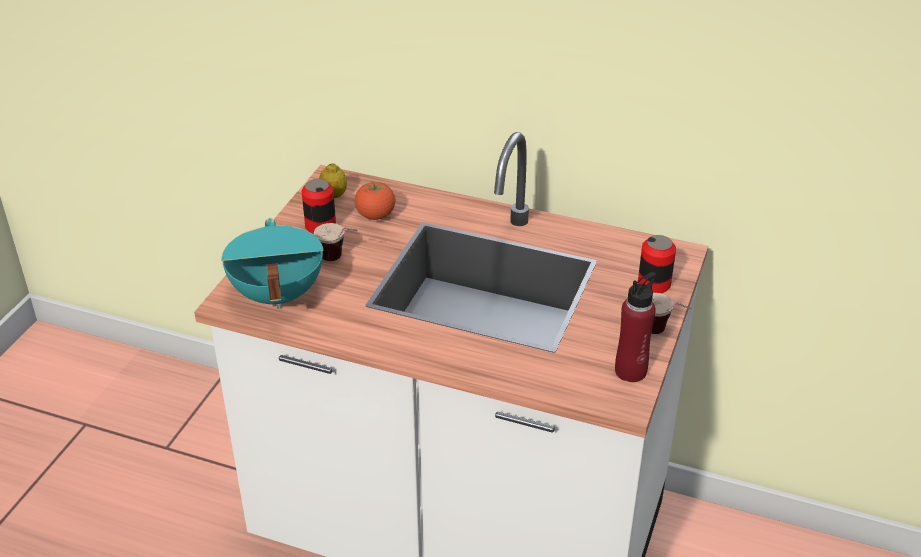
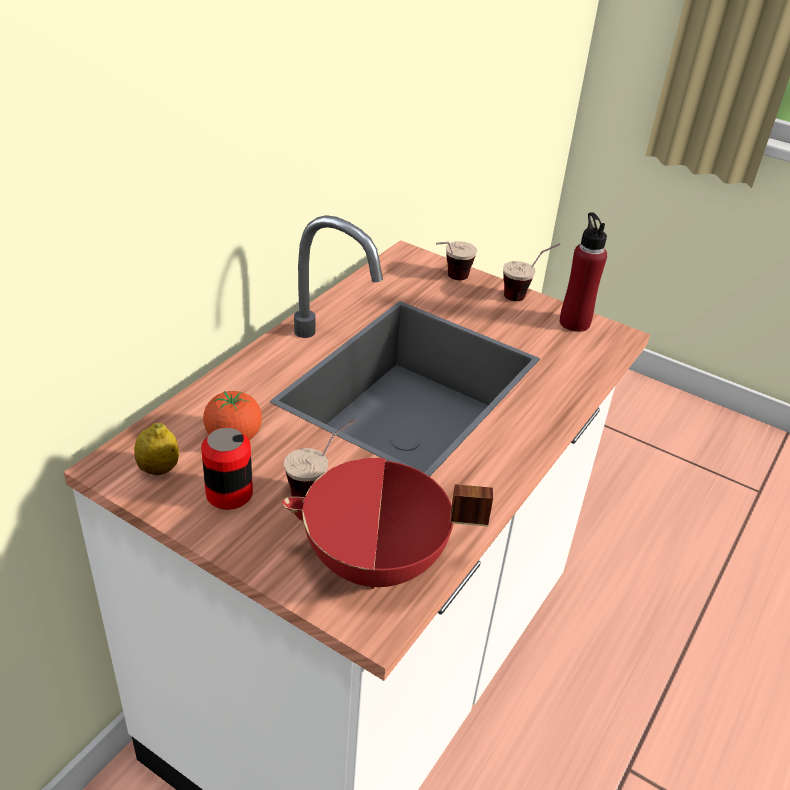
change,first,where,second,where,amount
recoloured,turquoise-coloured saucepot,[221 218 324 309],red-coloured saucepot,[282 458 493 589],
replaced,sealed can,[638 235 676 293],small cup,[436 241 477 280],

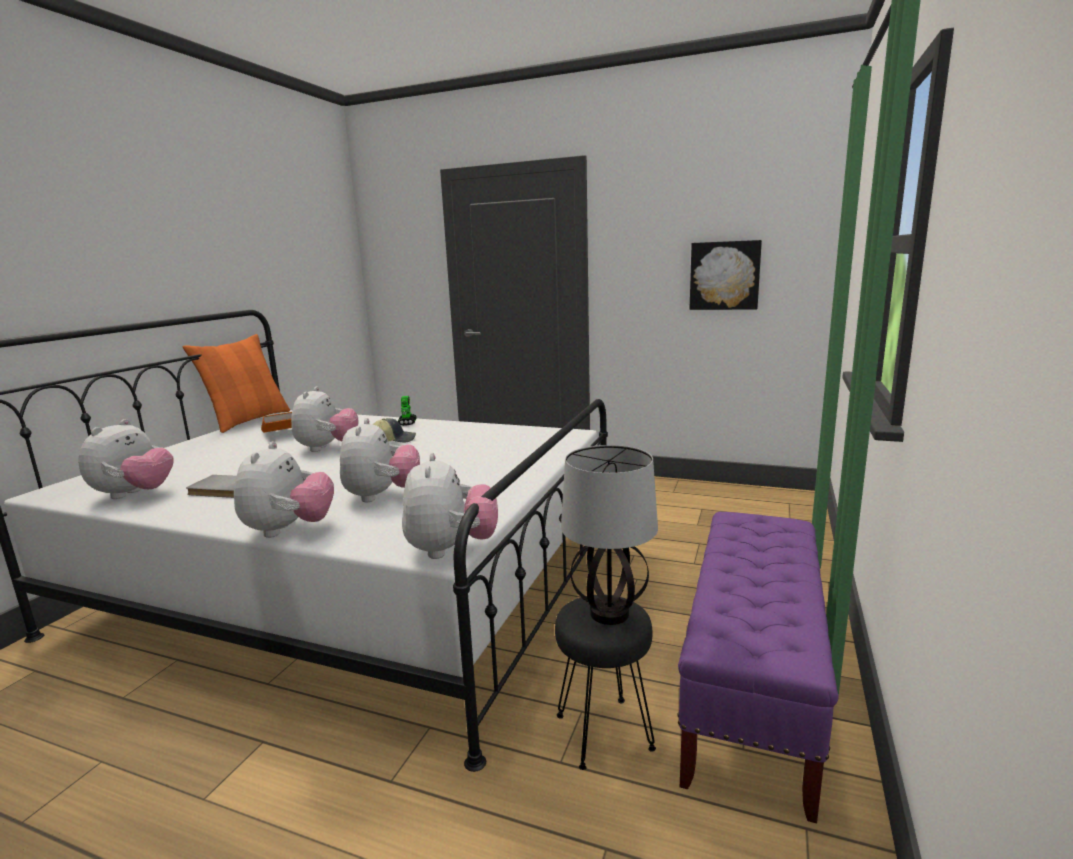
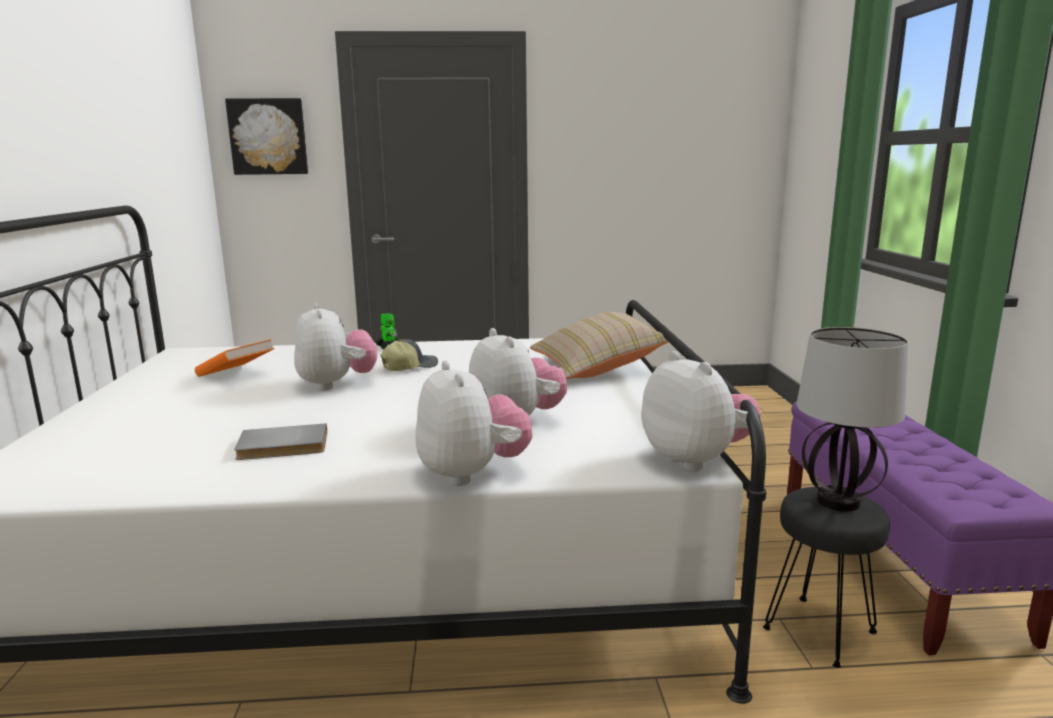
change,first,where,second,where,amount
moved,picture,[689 240 762 310],,[225 98 308 175],
removed,orangey cushion,[183 334 290 433],,,
removed,cuddly toy,[78 419 174 499],,,
added,,,beige-coloured cushion,[530 312 668 379],

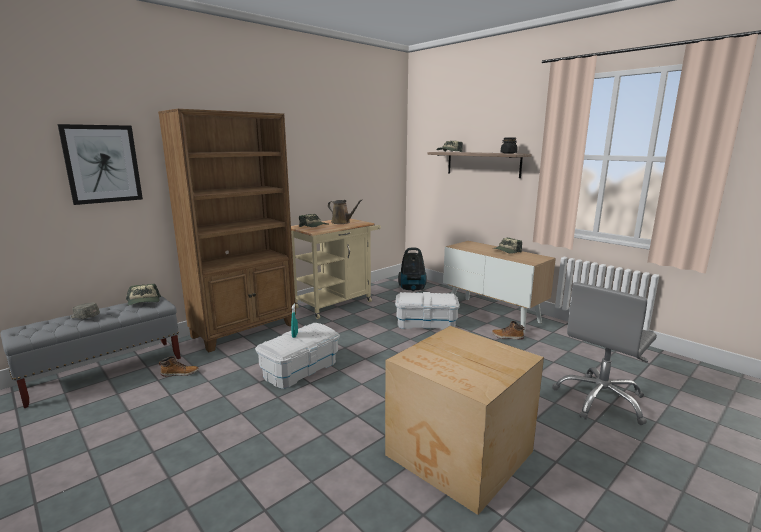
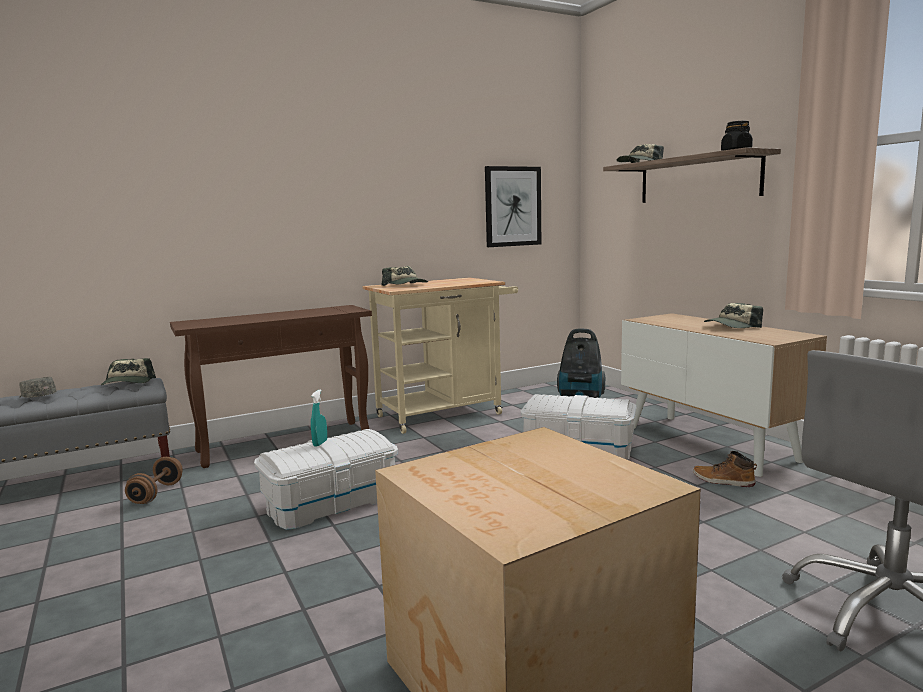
change,first,where,second,where,amount
replaced,brownish bookcase,[158 109 296 352],brownish console table,[170 305 372 468],
moved,picture,[58 124 143 205],,[485 166 541 247],
removed,brownish sprinkling can,[328 199 363 224],,,
replaced,high-top boot,[159 356 199 377],brownish free weight,[125 457 183 504],

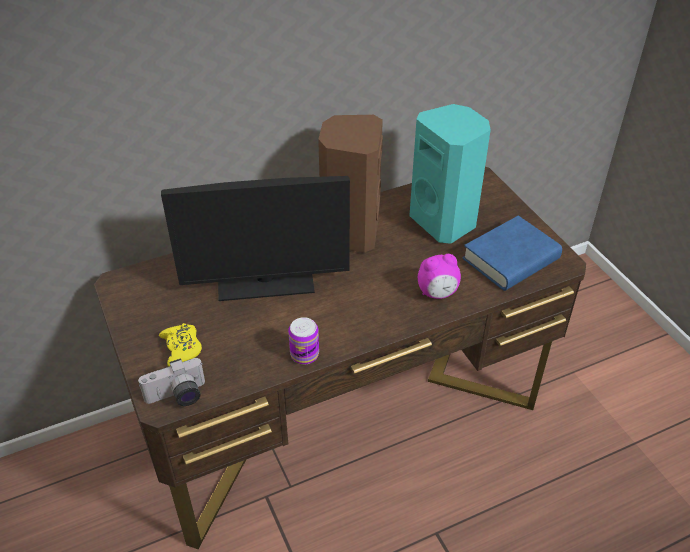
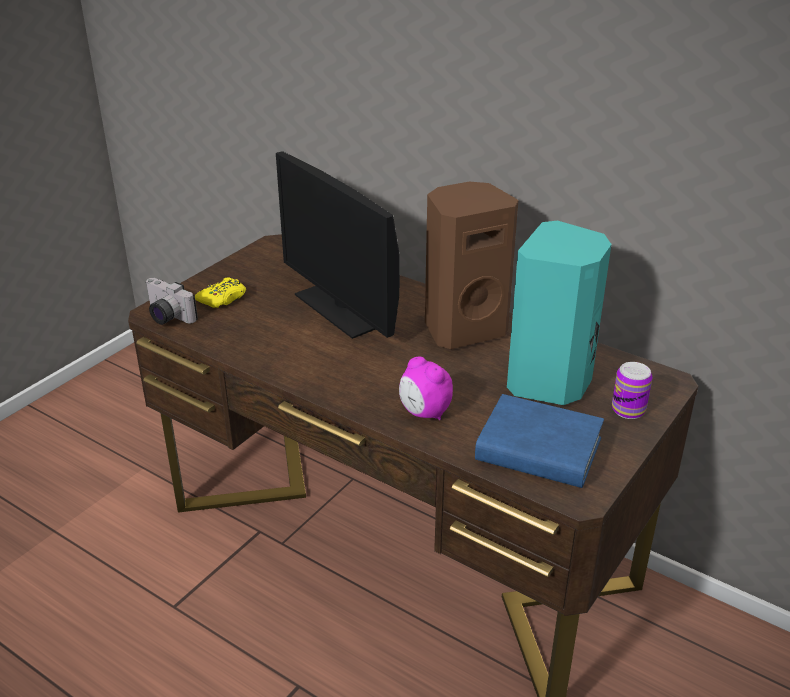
change,first,where,second,where,amount
moved,sealed can,[288 317 319 365],,[612 362 652 419],

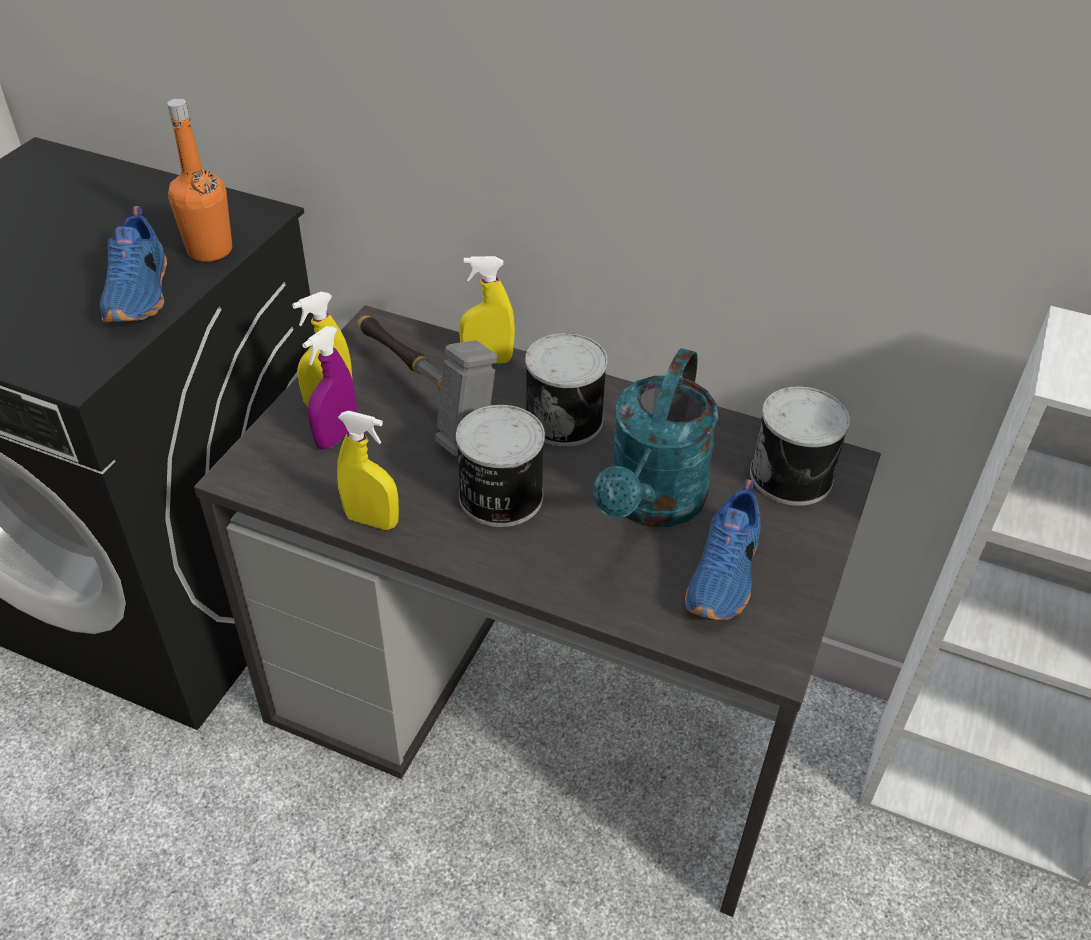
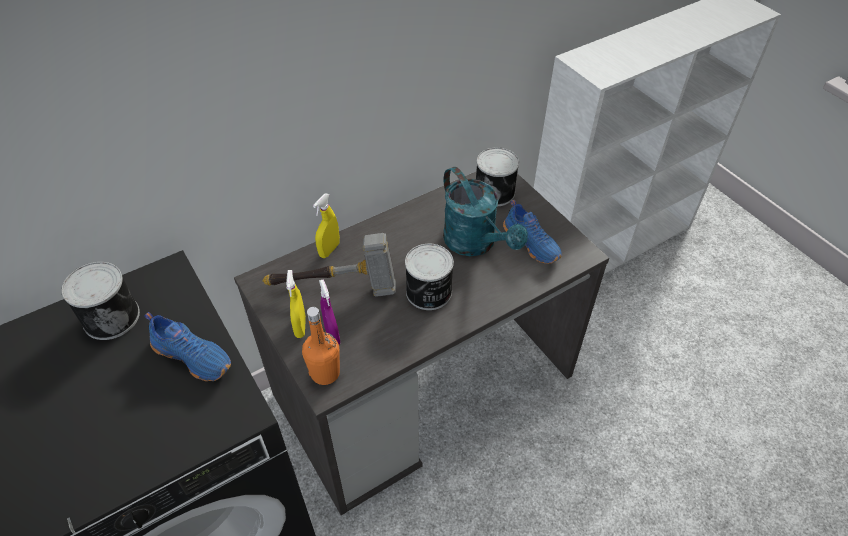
change,first,where,second,where,amount
moved,orangey drink bottle,[167 98 232 262],,[302 307 340 385],
moved,sealed can,[525 333 608 447],,[61 262 140 340],
removed,yellowish hand sprayer,[337 411 399 530],,,

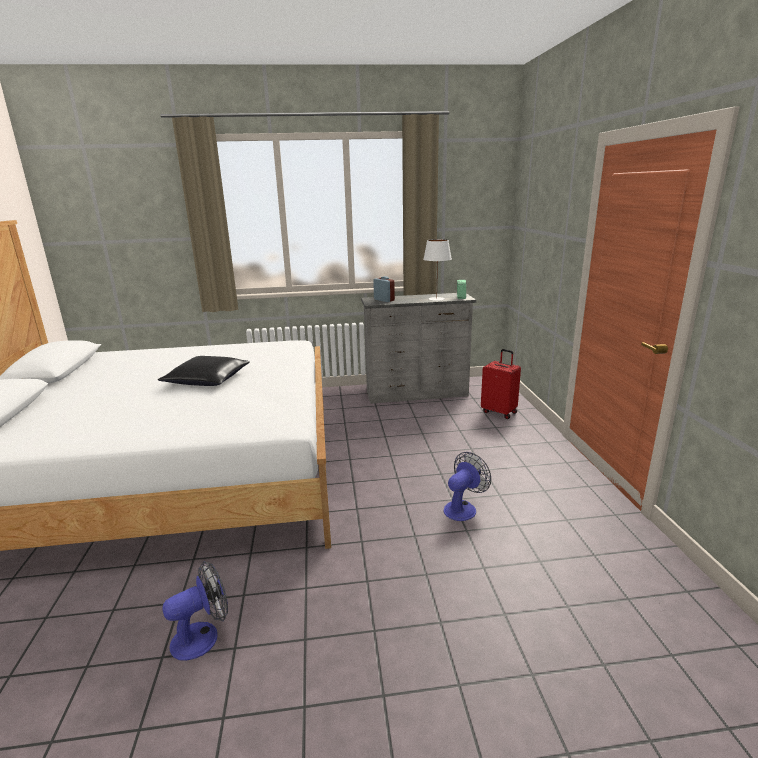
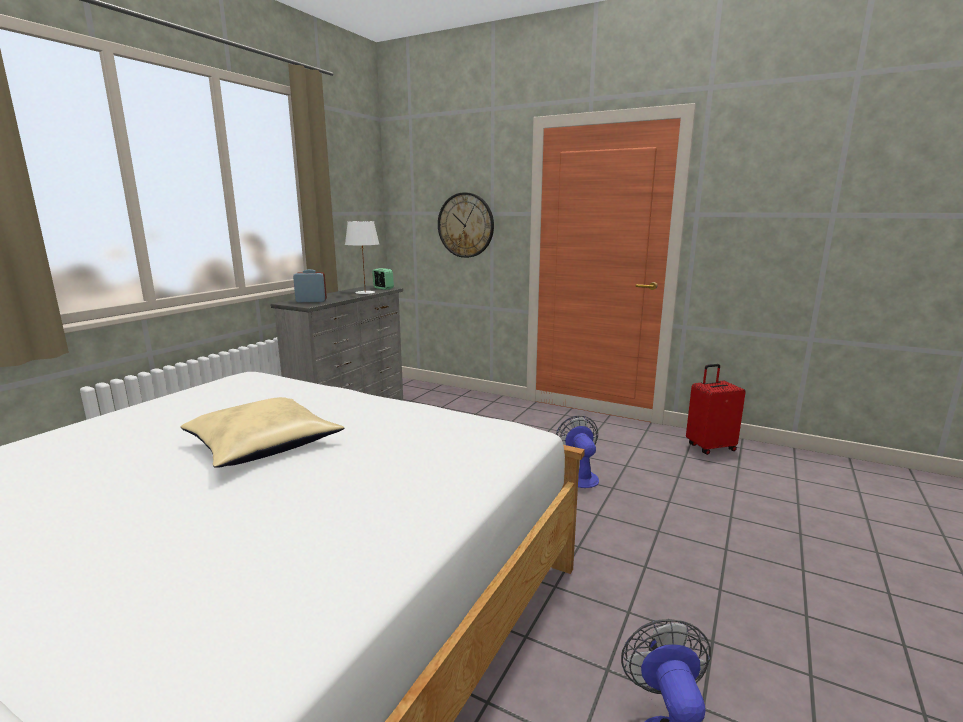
change,first,where,second,where,amount
moved,red-coloured suitcase,[481 349 521 419],,[686 364 746 455],
recoloured,black-coloured cushion,[158 356 250 386],beige-coloured cushion,[181 397 344 468],
added,,,hanging clock,[438 192 494 258],

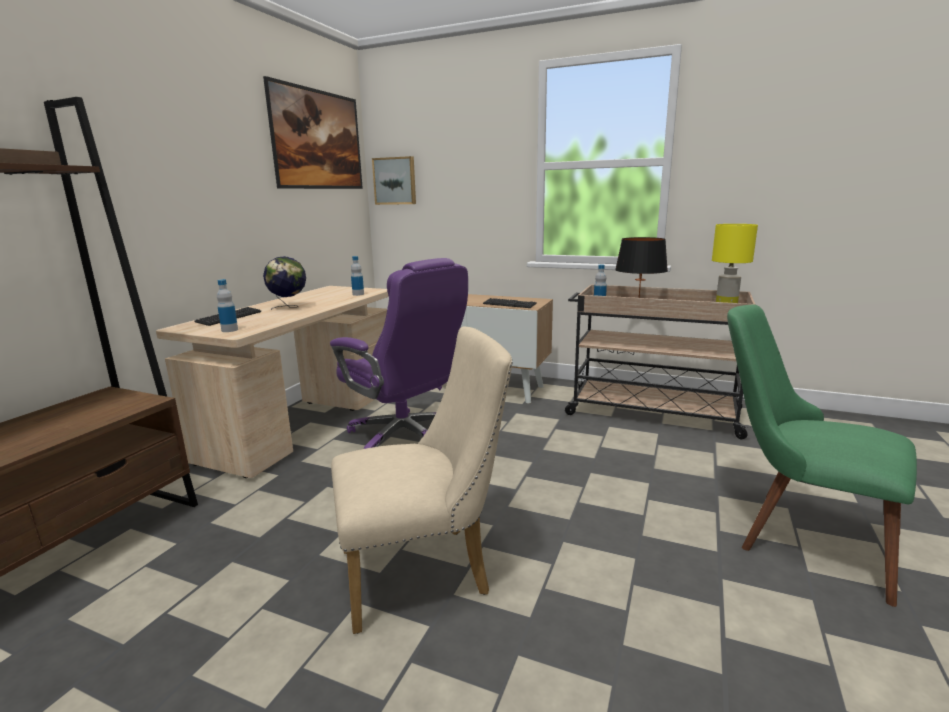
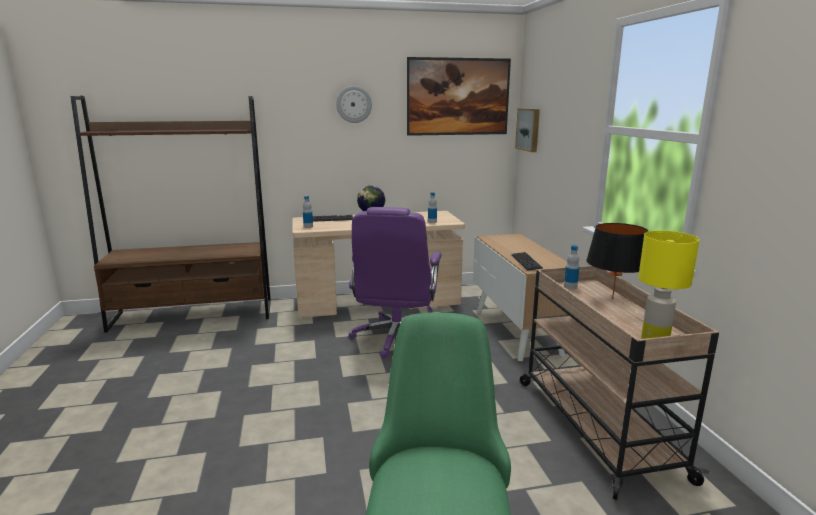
change,first,where,second,where,amount
removed,beige-coloured chair,[331 326 513 634],,,
added,,,hanging clock,[336 86 372 123],

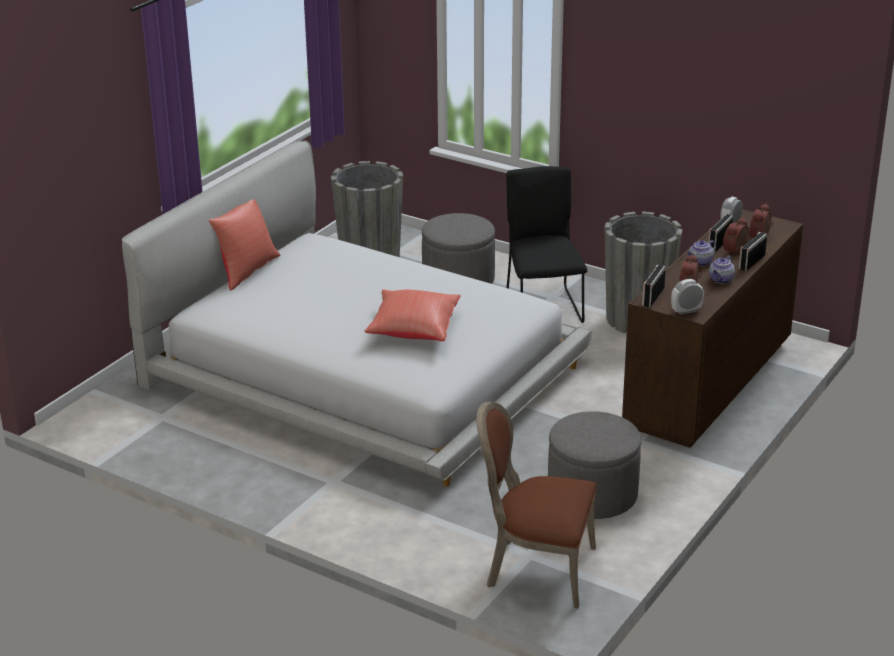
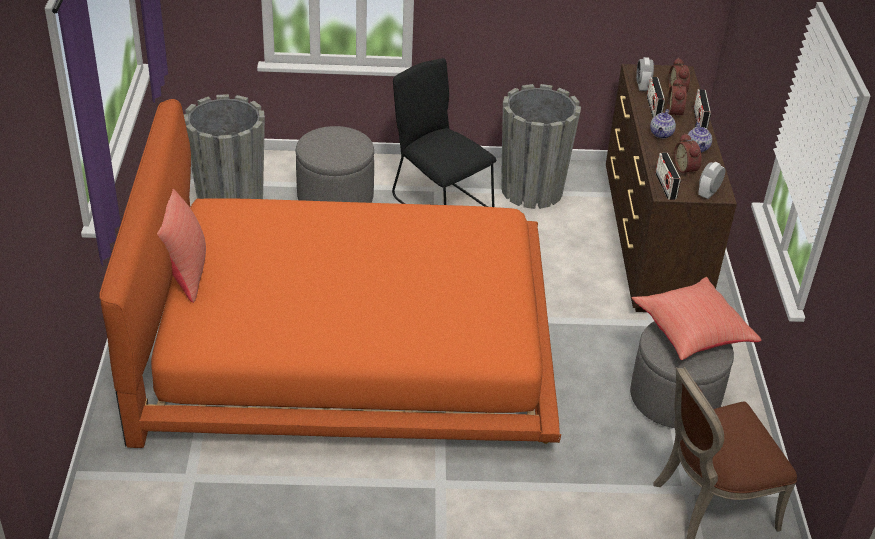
change,first,where,second,where,amount
recoloured,whitish bed,[122 141 592 487],orangey bed,[100 99 561 448],
moved,red-coloured cushion,[365 289 461 341],,[632 277 761 360],

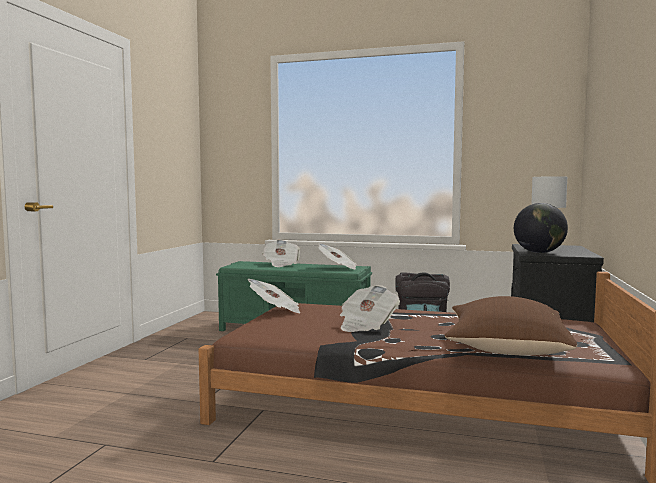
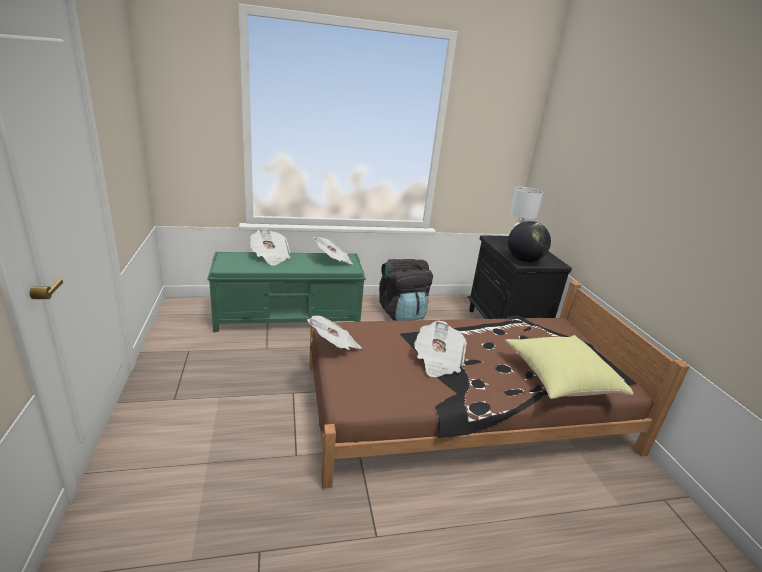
change,first,where,second,where,amount
recoloured,brownish cushion,[445 296 577 356],yellowish cushion,[505 335 633 399],

